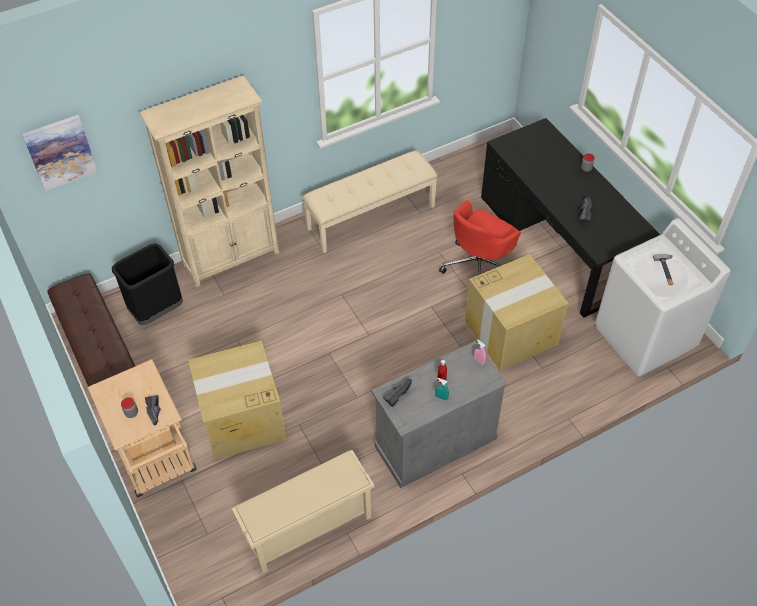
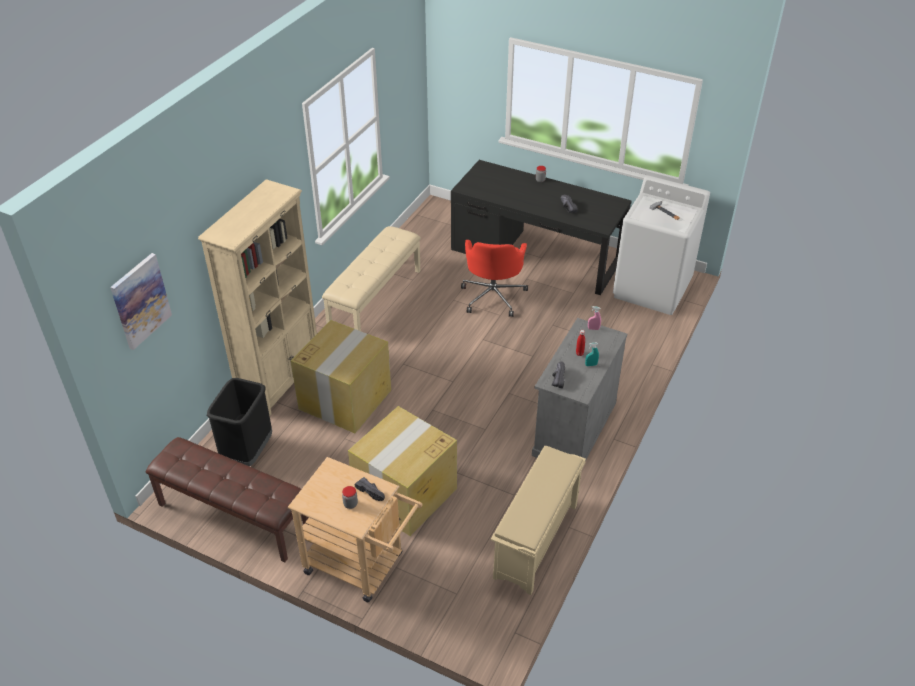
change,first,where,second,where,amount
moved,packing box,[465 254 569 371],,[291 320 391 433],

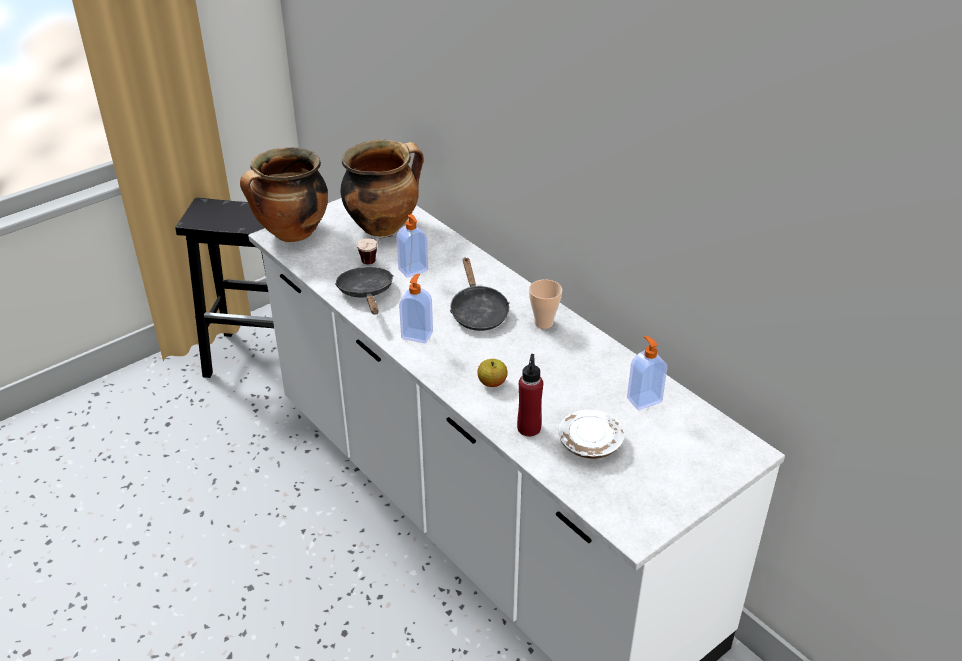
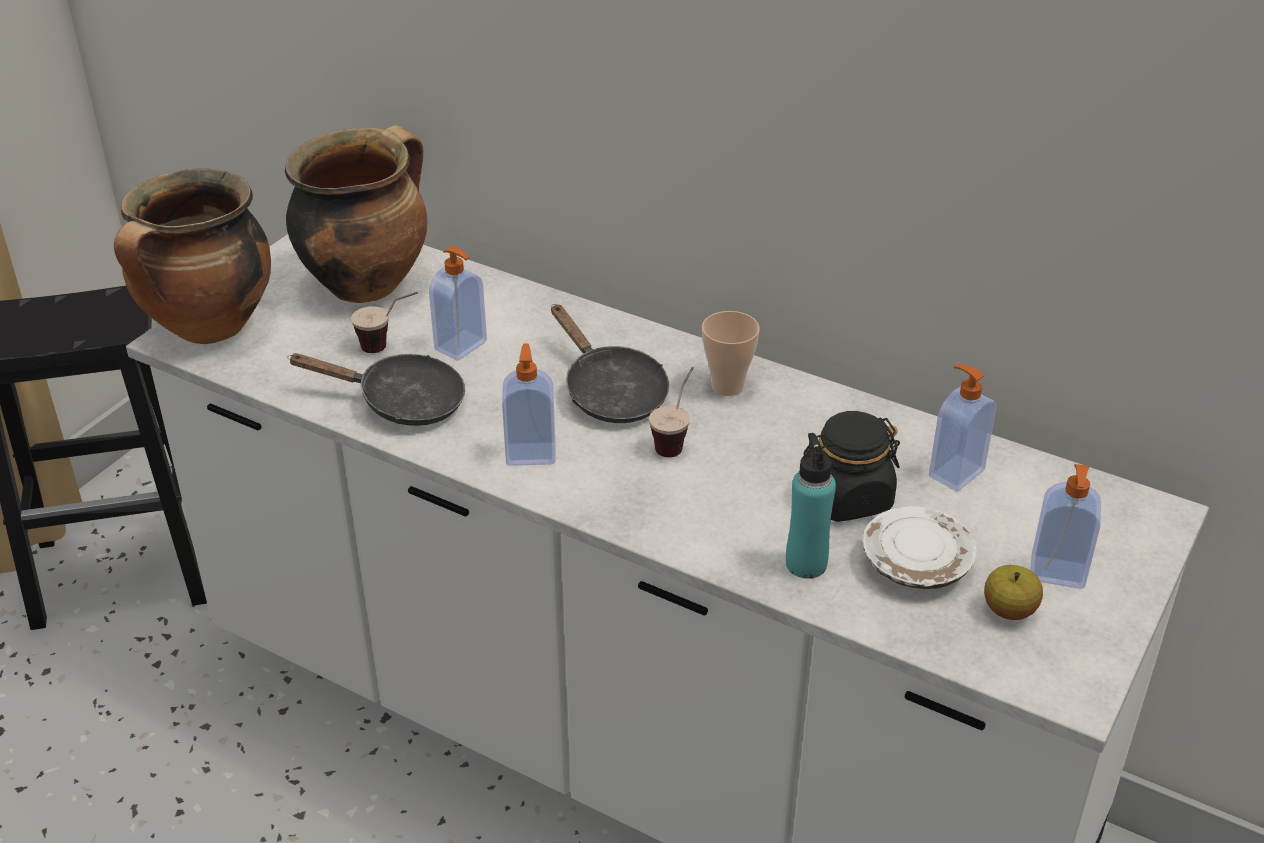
change,first,where,second,where,amount
turned,black-coloured pan,[335 267 394 315],,[287 353 465 426],135 degrees clockwise
recoloured,red-coloured drink bottle,[517 354 543 437],turquoise-coloured drink bottle,[786 433 836 579],
moved,apple,[477 359 507 387],,[984 565 1043 620],
added,,,small cup,[649 367 693 457],
added,,,black-coloured jar,[803 411 900 522],
added,,,soap dispenser,[1030 464 1101 589],

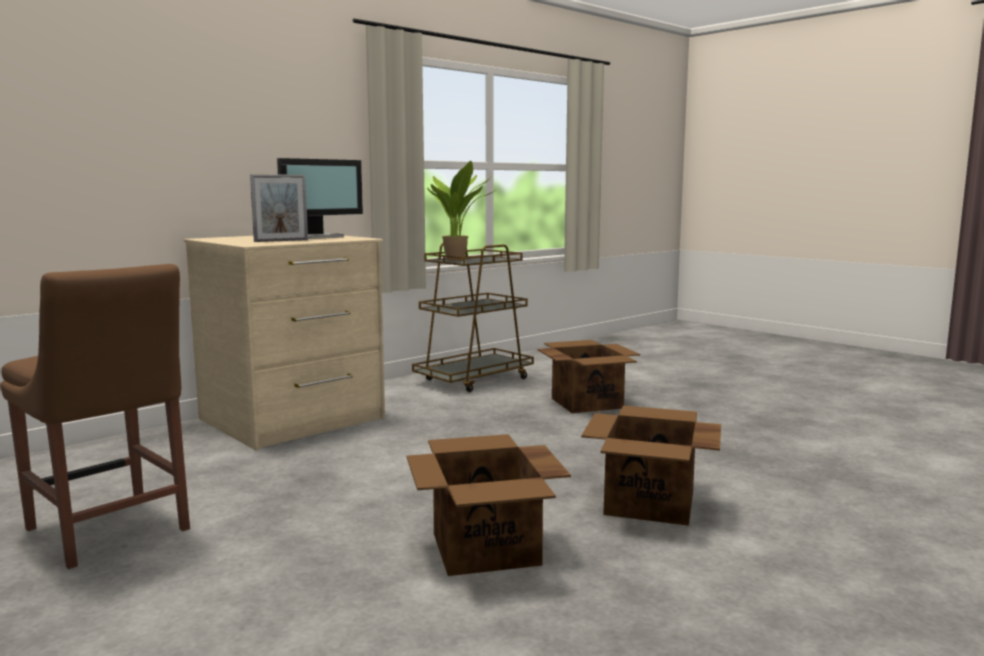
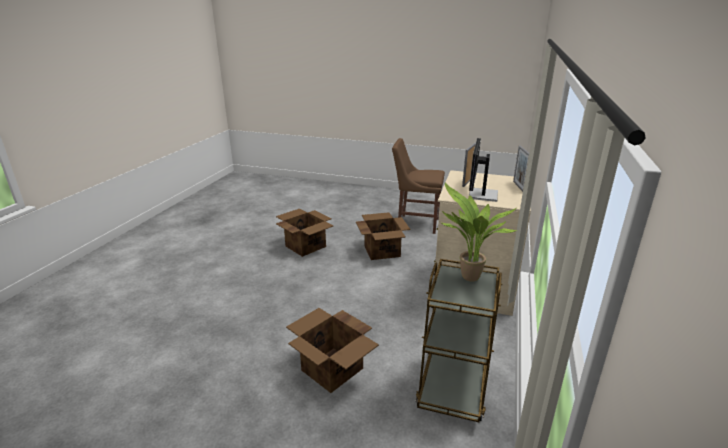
change,first,where,second,where,amount
moved,packing box,[581 406 721 526],,[356 212 411 260],
added,,,photo frame,[513 146 529 192],

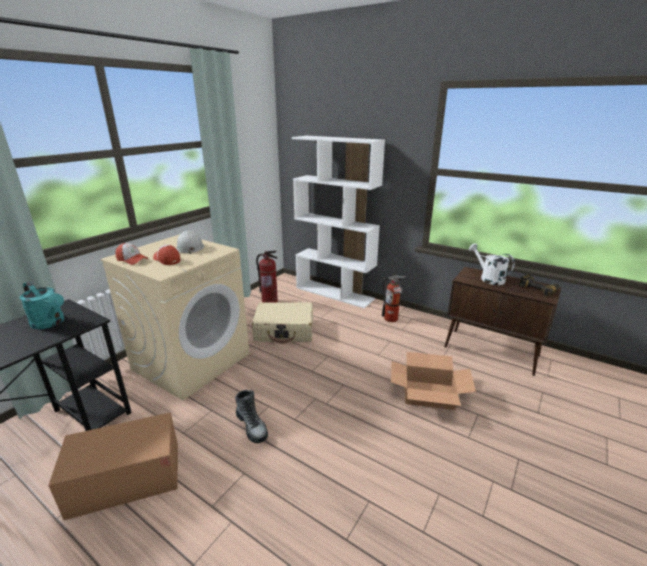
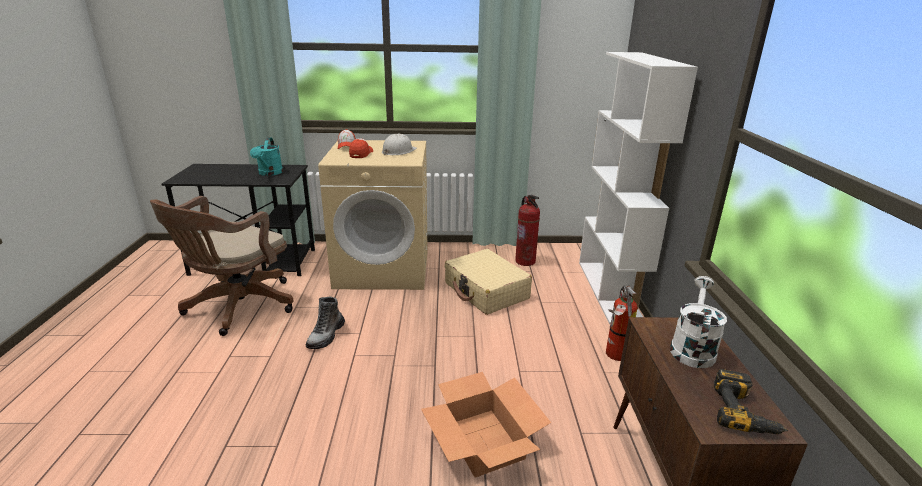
change,first,where,second,where,amount
replaced,packing box,[48 412 178 520],brownish desk chair,[150 196 294 336],

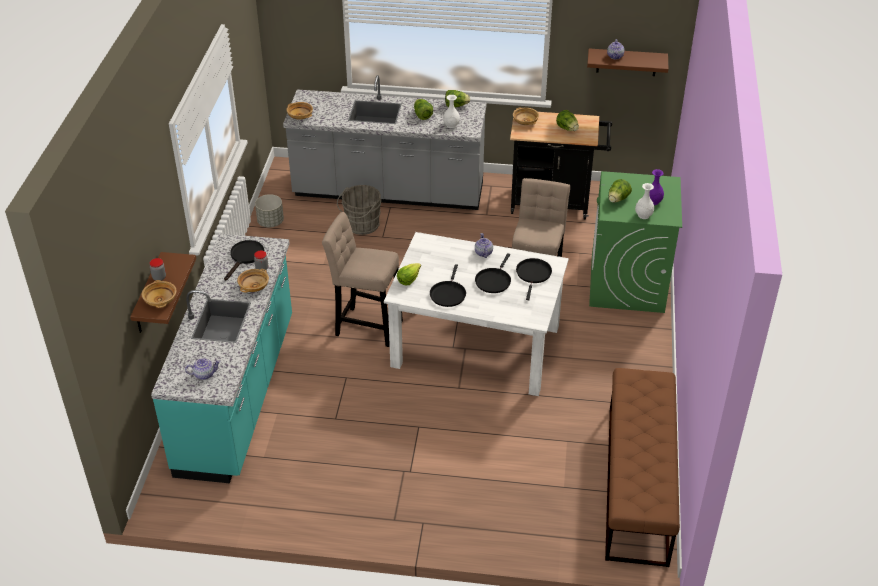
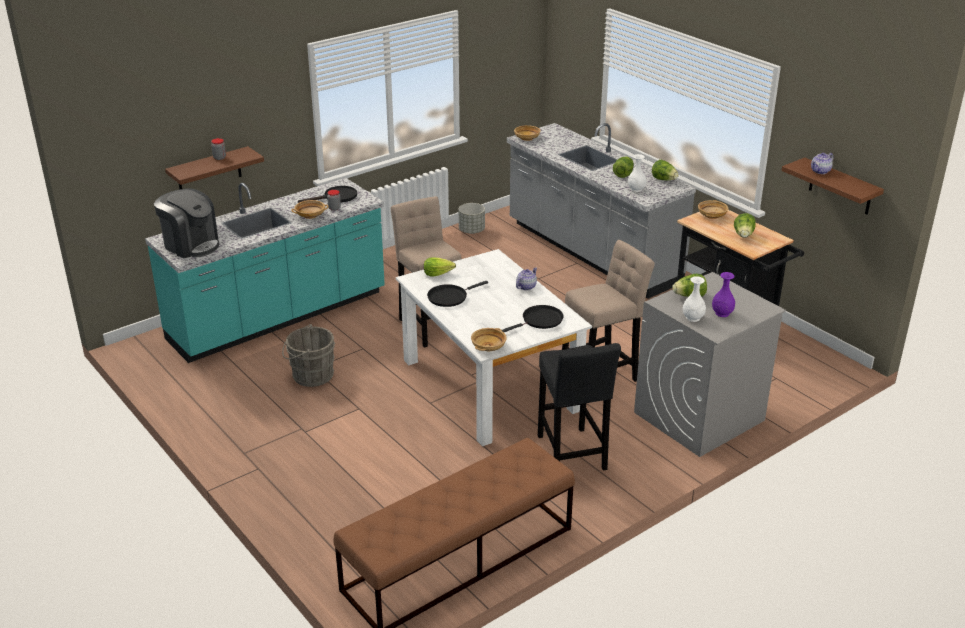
change,first,where,second,where,amount
recoloured,greenish laundry appliance,[589 171 682 313],grey laundry appliance,[634 272 786 457],
moved,grey pail,[337 185 381 235],,[282 324 335 387],
removed,black-coloured pan,[475 253 511 293],,,
moved,beige-coloured bowl,[142 280 176 308],,[471 328 507 351],
replaced,pot for tea,[185 358 221 380],coffee machine,[154 189 219 258],
added,,,black-coloured stool seat,[538 343 621 471],

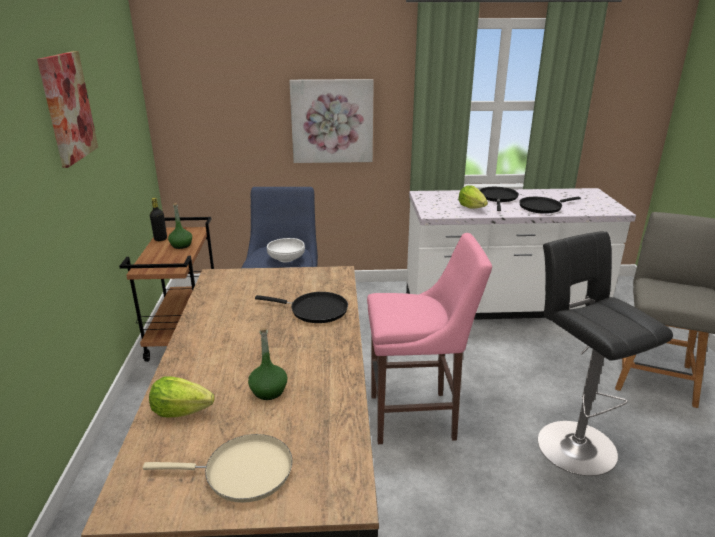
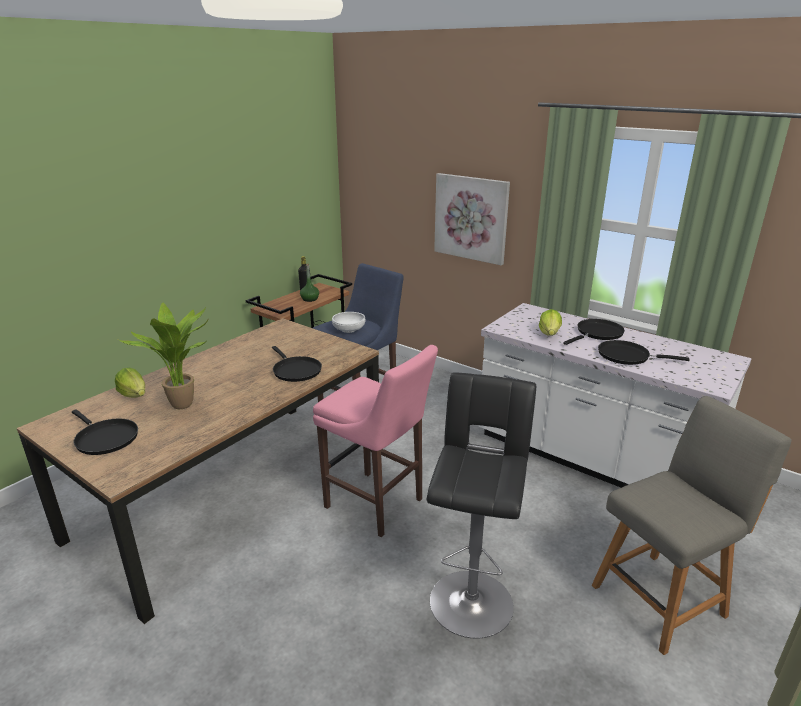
change,first,where,second,where,amount
removed,picture,[37 51 98 168],,,
replaced,greenish drink bottle,[248 328 287 400],houseplant,[118 302 209 409],
recoloured,beige-coloured pan,[143 434 293 503],black-coloured pan,[72 409 138 455],

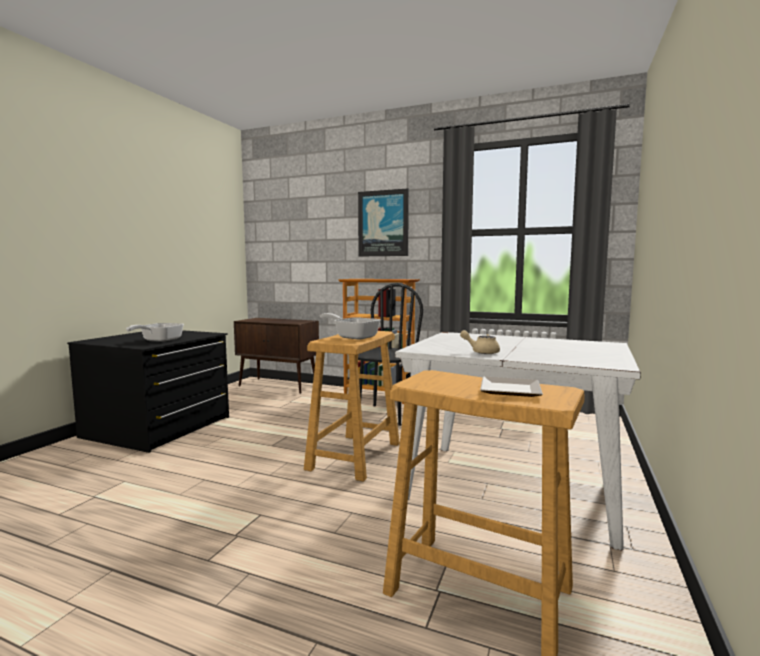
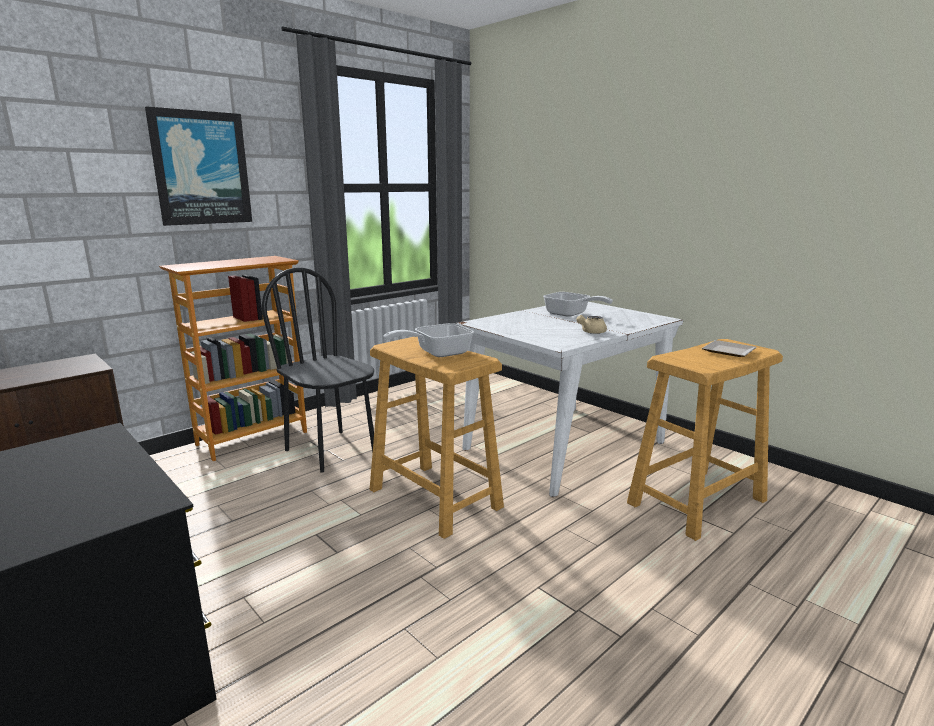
change,first,where,second,where,amount
moved,pan,[126 323 184 342],,[543 292 613 317],

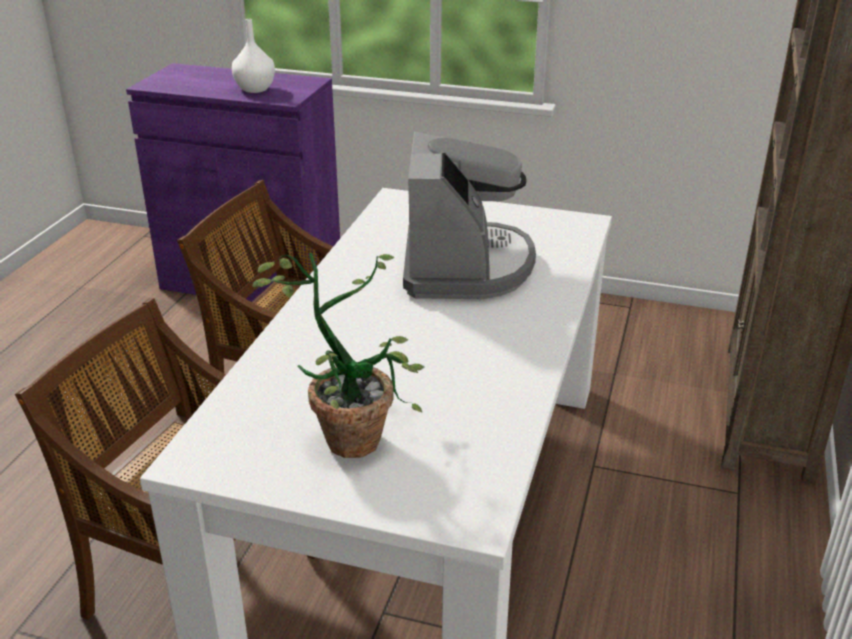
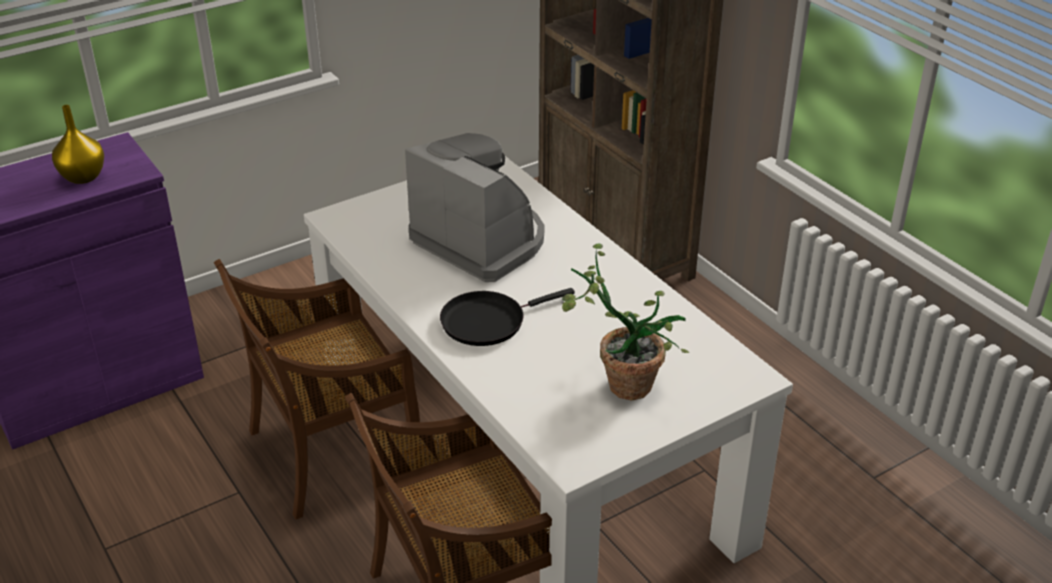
change,first,where,second,where,amount
recoloured,whitish flower vase,[232 19 275 93],yellowish flower vase,[52 105 104 184],
added,,,black-coloured pan,[440 288 575 346],

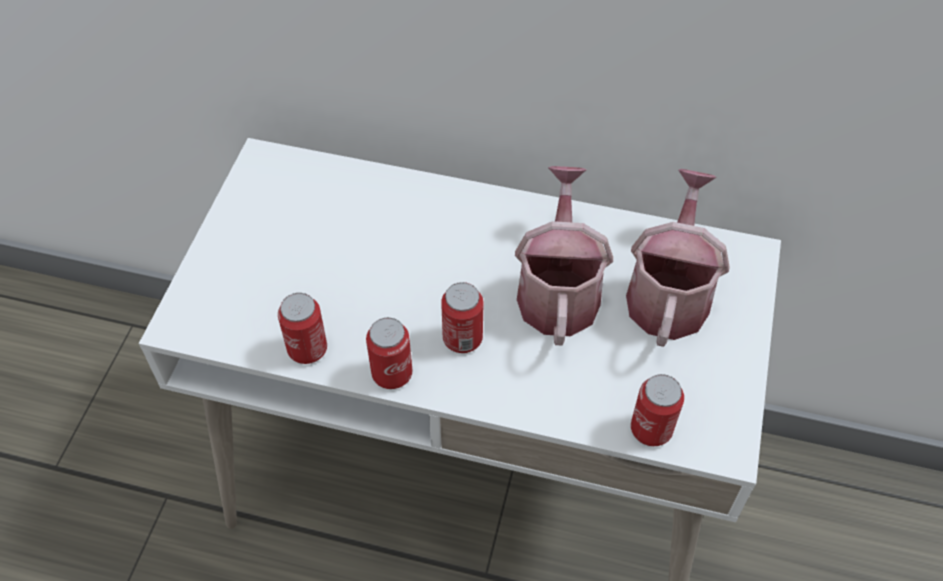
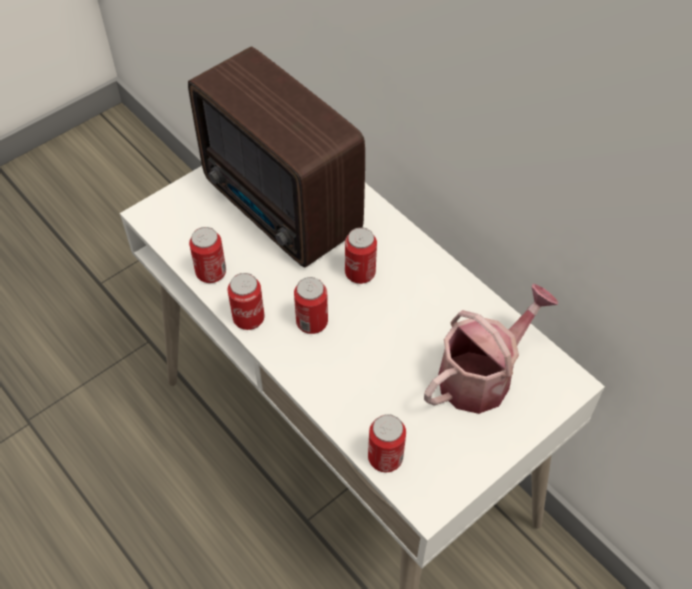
change,first,where,second,where,amount
removed,sprinkling can,[515 166 613 346],,,
added,,,radio receiver,[188 46 365 267],
added,,,sealed can,[345 227 377 284],

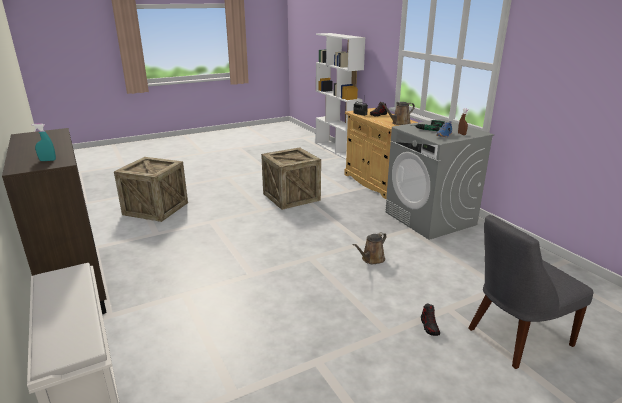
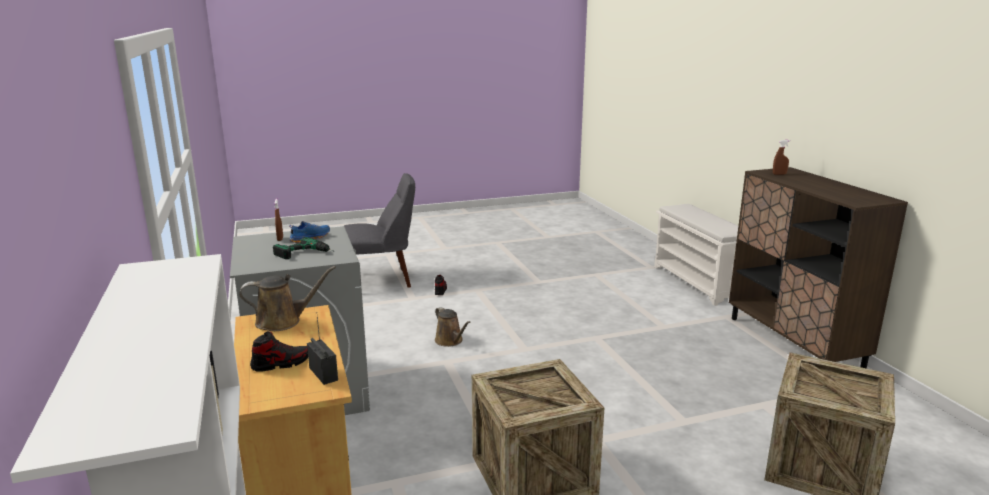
change,first,where,second,where,amount
recoloured,turquoise-coloured hand sprayer,[31 123 56 161],brownish hand sprayer,[773 140 790 175],
turned,brownish sprinkling can,[352 232 386 264],,[435 307 470 347],90 degrees clockwise

